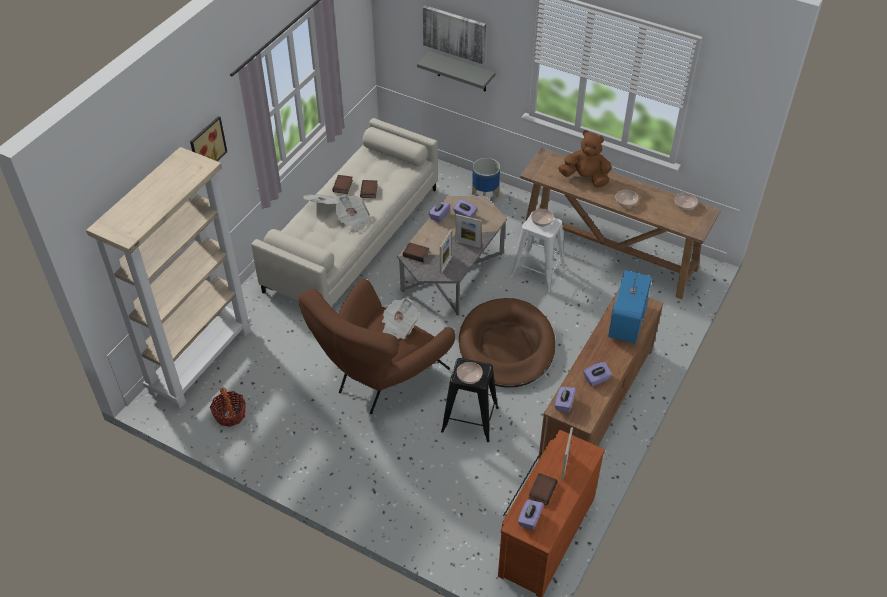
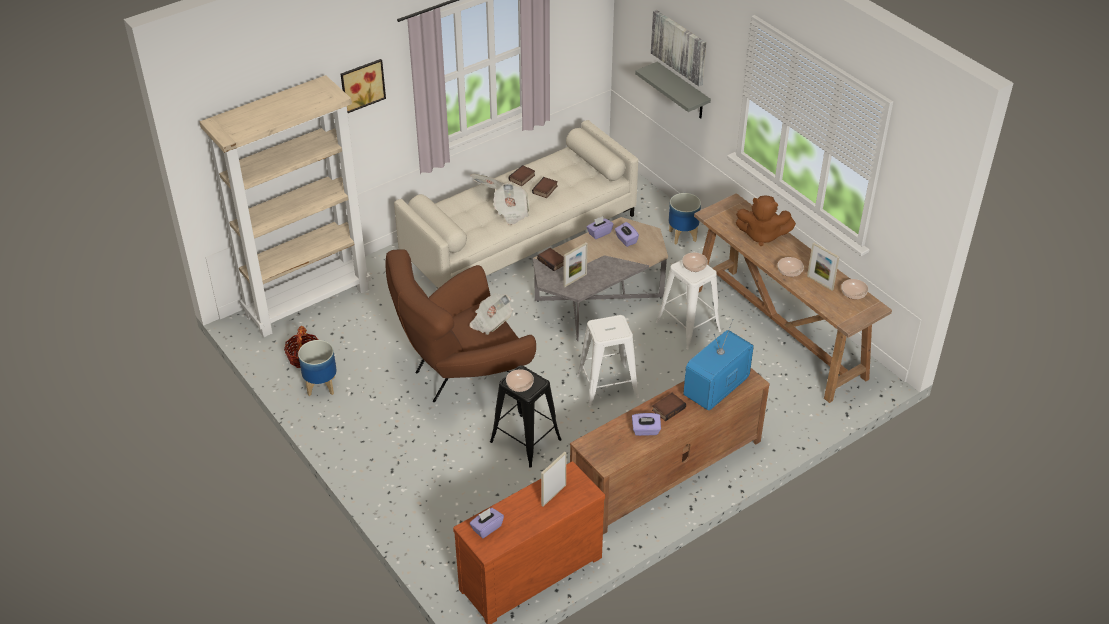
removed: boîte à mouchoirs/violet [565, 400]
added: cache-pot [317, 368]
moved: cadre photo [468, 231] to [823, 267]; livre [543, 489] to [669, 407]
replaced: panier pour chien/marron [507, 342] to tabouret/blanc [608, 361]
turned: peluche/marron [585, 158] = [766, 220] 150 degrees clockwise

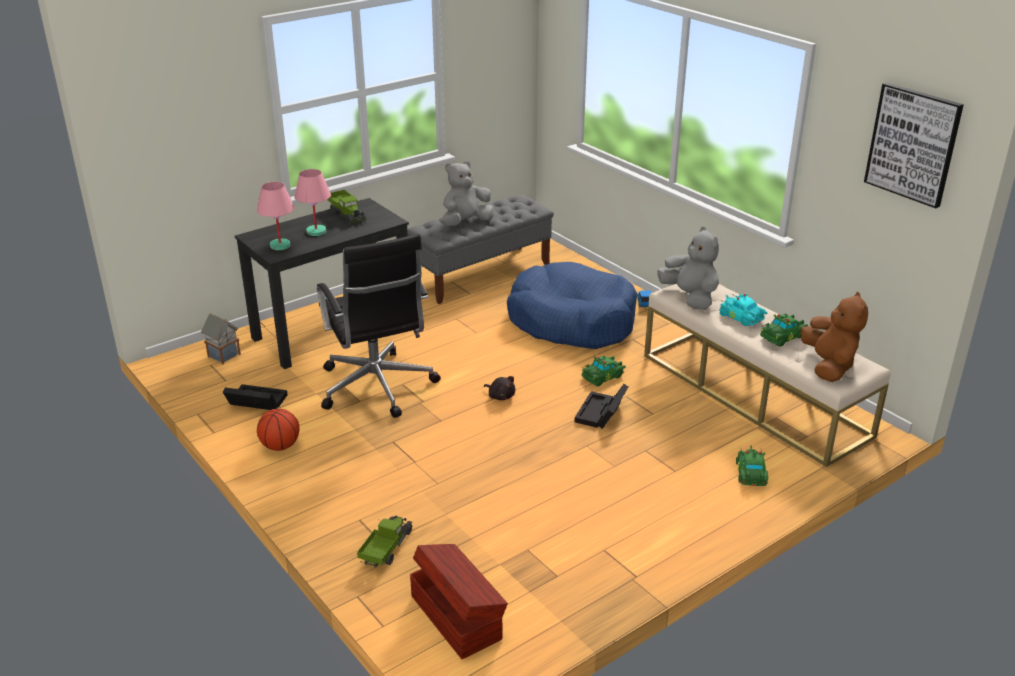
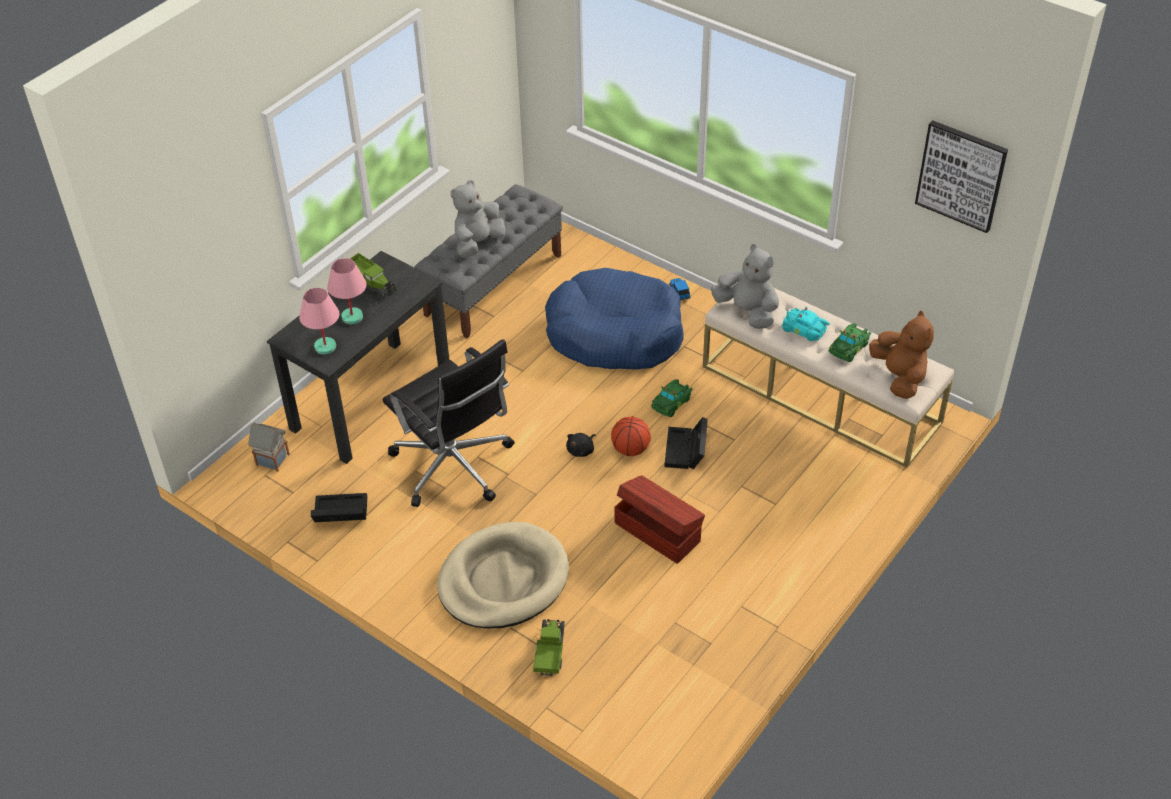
removed: petite voiture/vert [752, 465]
added: panier pour chien/beige [503, 575]
moved: ballon de basket [278, 430] to [631, 436]; boîte de rangement/marron [459, 601] to [659, 519]
turned: peluche/noir [499, 388] = [581, 445] 105 degrees clockwise

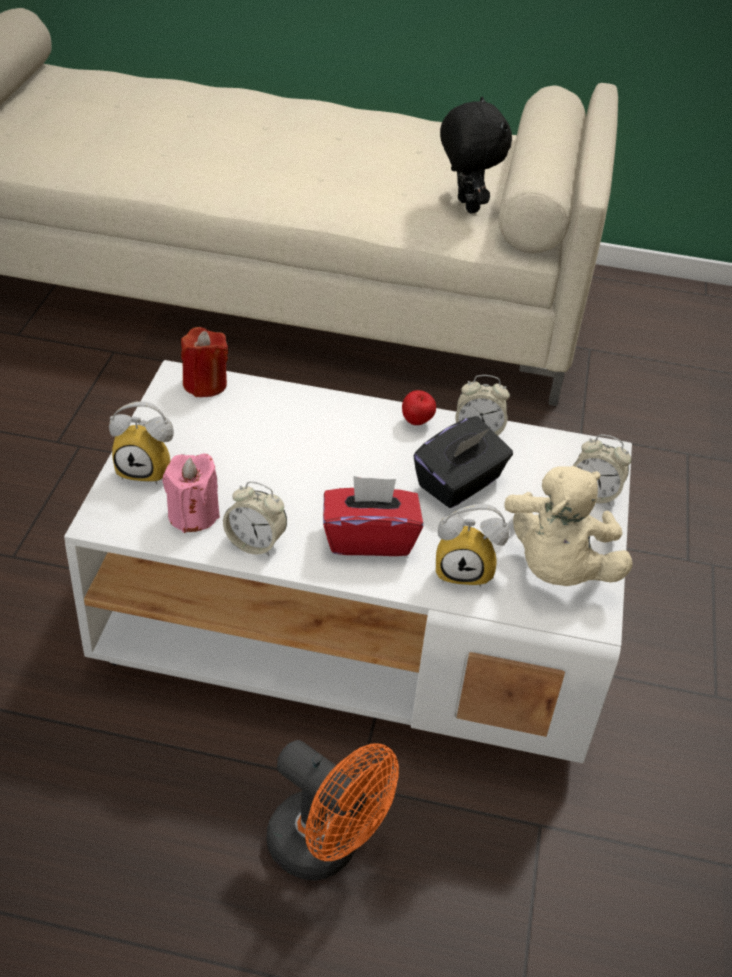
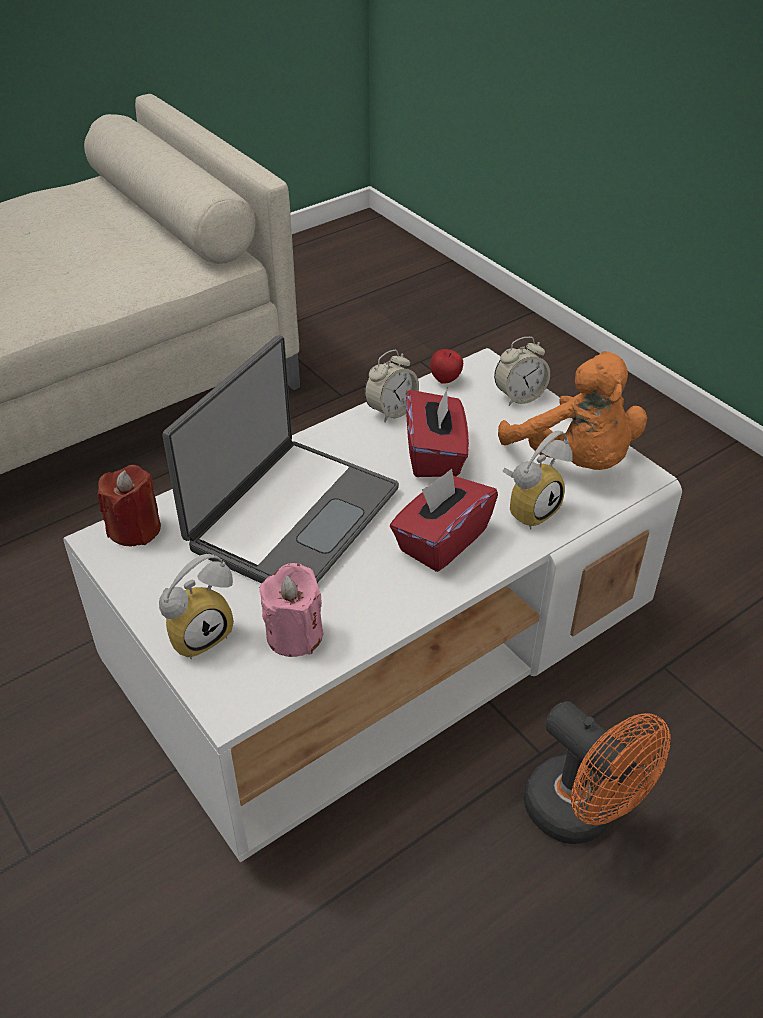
removed: réveil [255, 518]; peluche/noir [476, 155]
added: ordinateur portable [280, 459]
moved: pomme [419, 407] to [446, 366]
recoloured: boîte à mouchoirs/noir [463, 462] to boîte à mouchoirs/rouge [437, 432]; peluche/beige [568, 526] to peluche/orange [572, 410]
turned: ventilateur/orange [333, 810] = [596, 772] 60 degrees clockwise

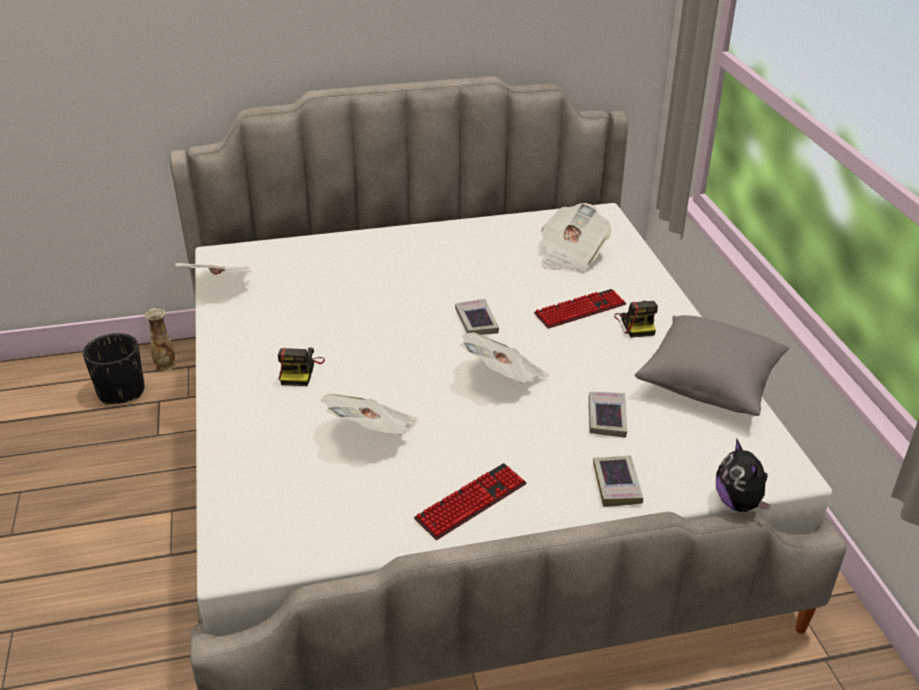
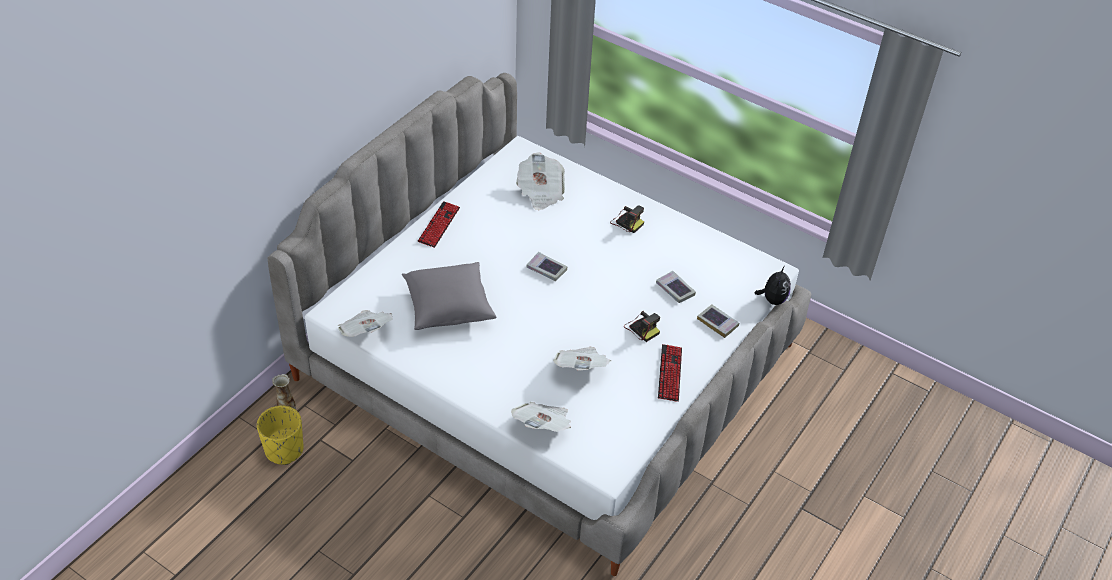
moved: appareil photo [301, 366] to [642, 326]; journal [504, 358] to [541, 417]; clavier [580, 309] to [439, 224]; coussin/gris [712, 365] to [449, 296]
recoloured: cache-pot/noir [114, 369] to cache-pot/jaune [280, 435]
turned: peluche [743, 475] = [773, 286] 105 degrees counterclockwise

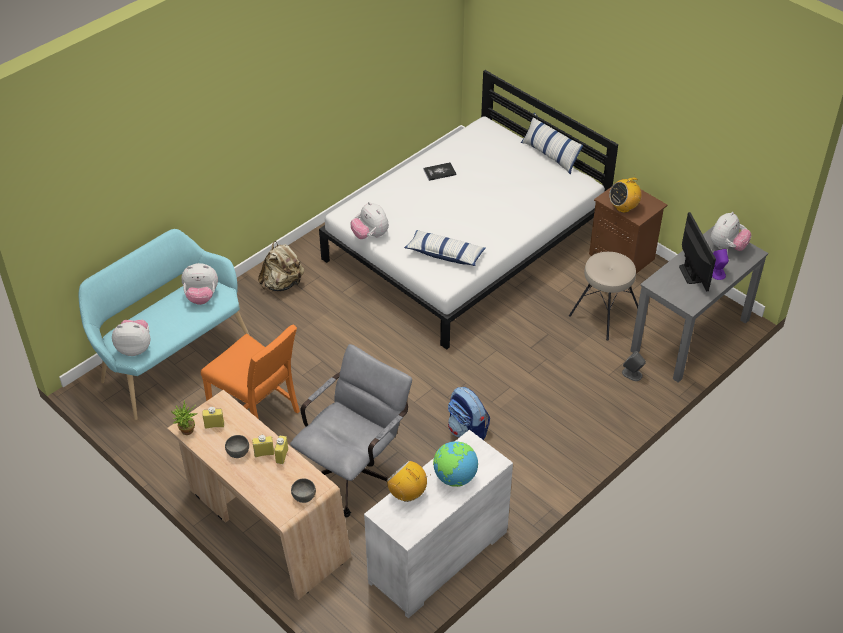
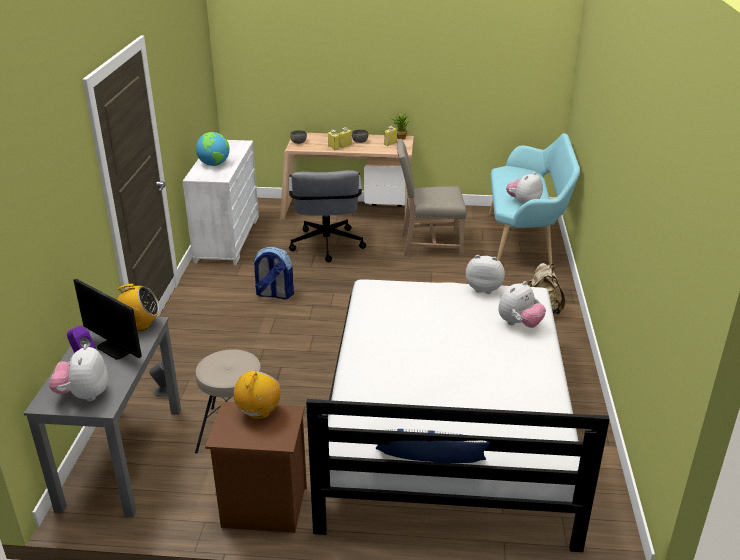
removed: coussin [445, 248]; livre [439, 171]
moved: peluche [131, 338] to [522, 304]; radio [409, 481] to [138, 307]
recoloured: chaise/orange [250, 371] to chaise/beige [432, 198]

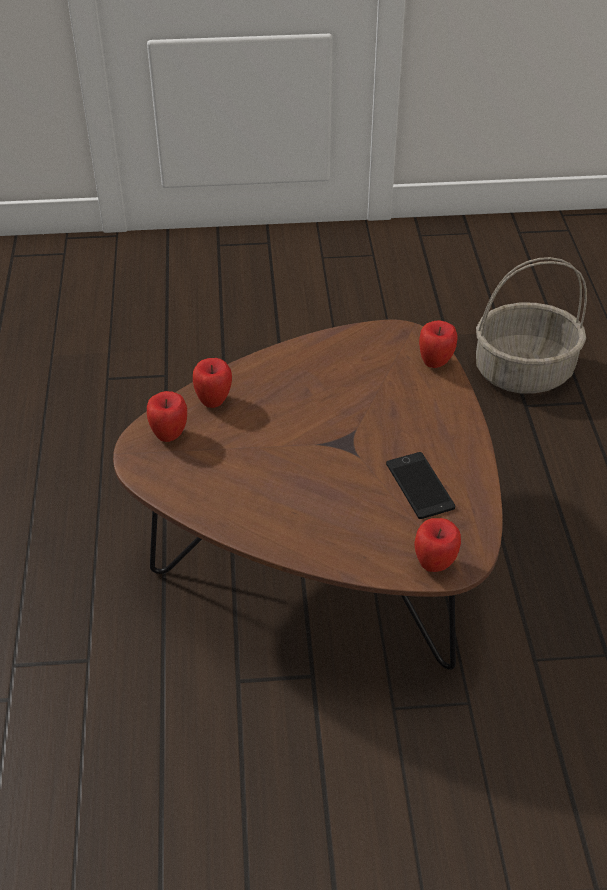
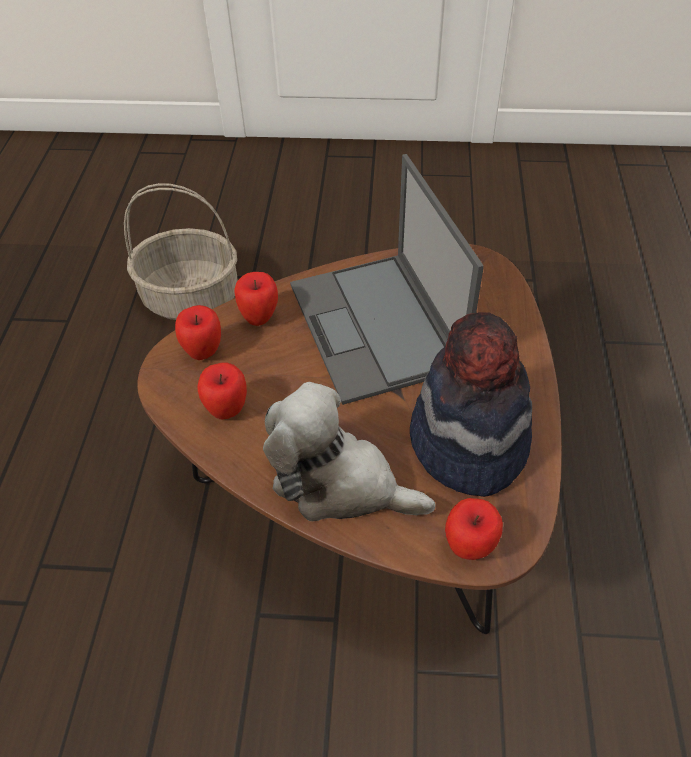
added: peluche [349, 451]; ordinateur portable [387, 279]
moved: pomme [438, 344] to [222, 391]; panier [531, 325] to [181, 251]
replaced: téléphone [420, 485] to chapeau [471, 404]

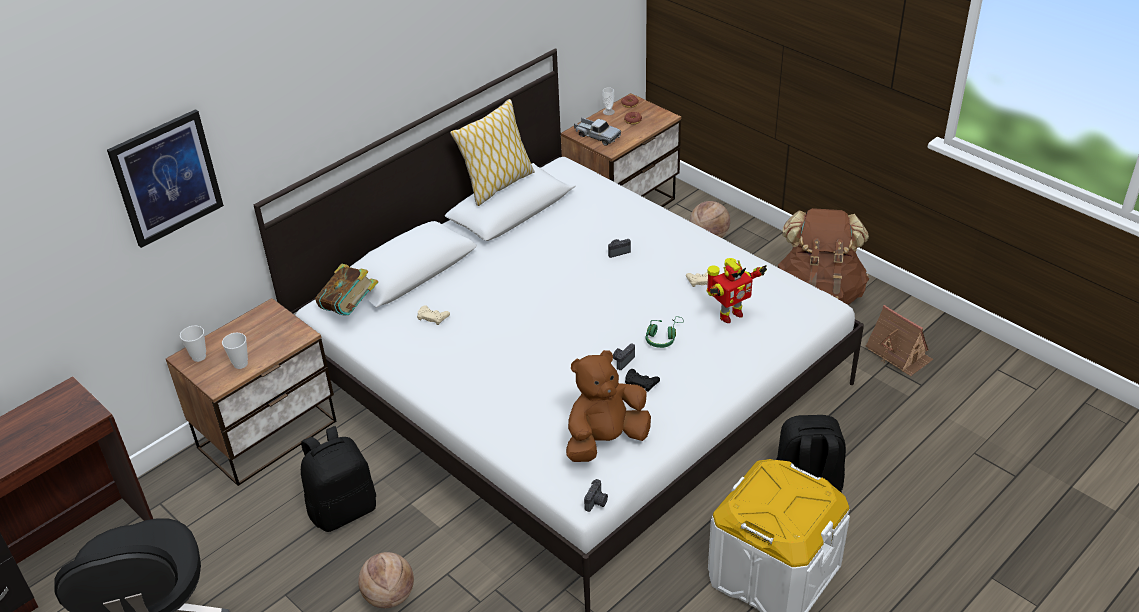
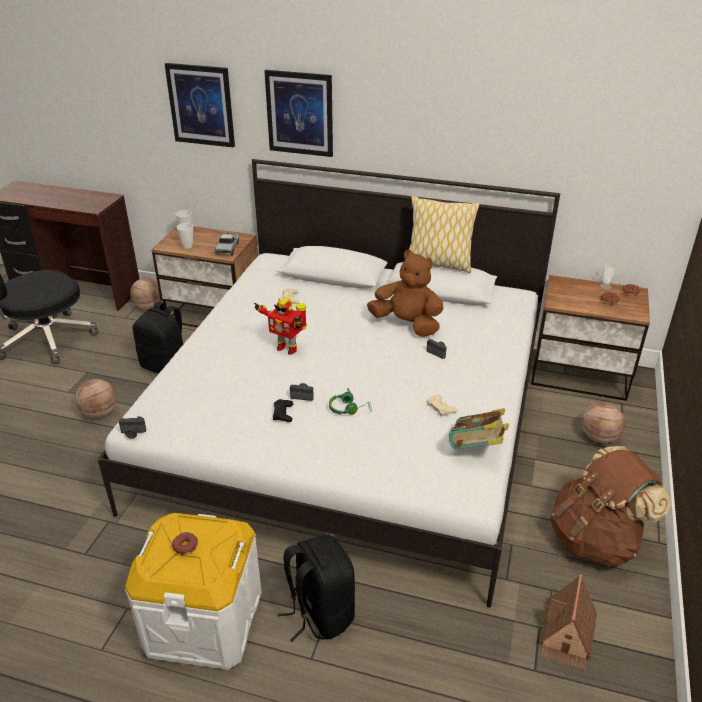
added: ballon de basket [146, 294]; beignet [185, 544]; tableau [299, 113]
moved: livre [347, 290] to [479, 428]; peluche/marron [608, 406] to [405, 293]; camion jouet [597, 131] to [227, 243]; robot jouet [737, 290] to [280, 326]

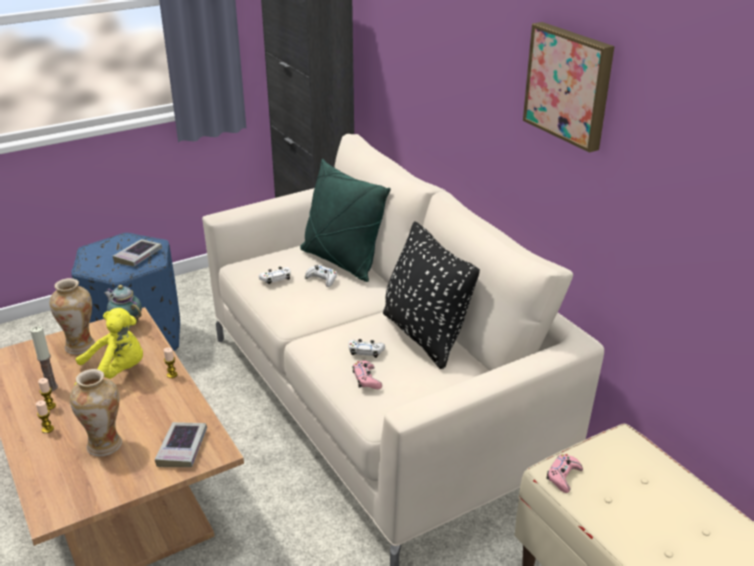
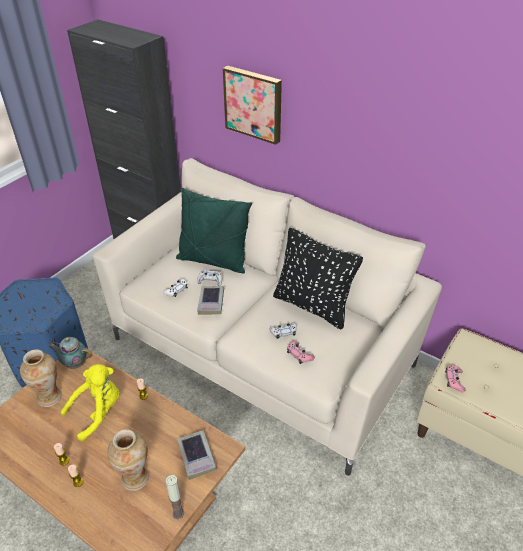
moved: bougie [44, 358] to [175, 497]; livre [137, 253] to [210, 300]; tableau [568, 87] to [252, 105]

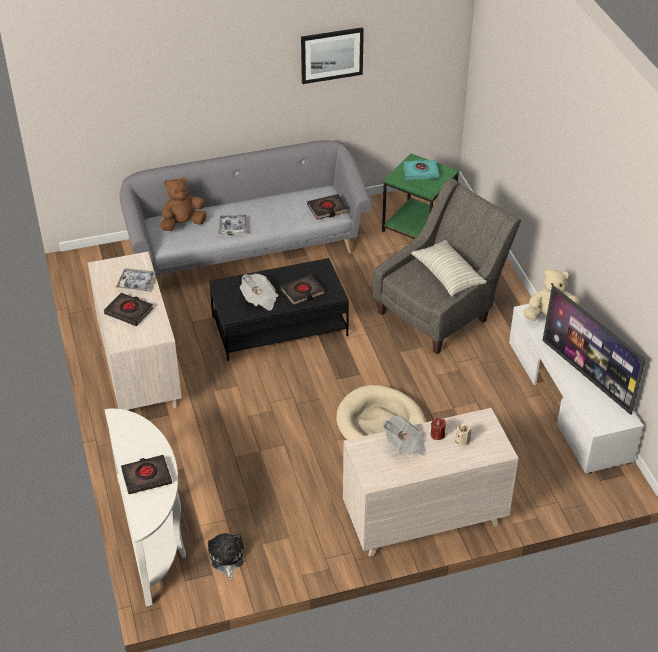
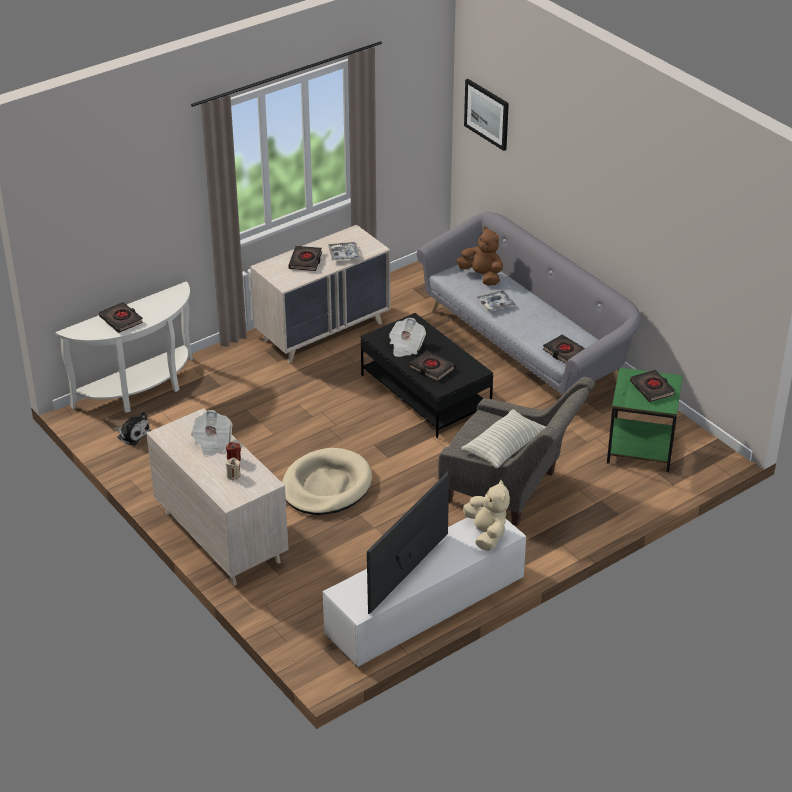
moved: tableau [332, 55] to [486, 115]
recoloured: livre/turquoise [421, 169] to livre/noir [652, 386]
turned: peluche [226, 556] = [132, 429] 60 degrees clockwise

